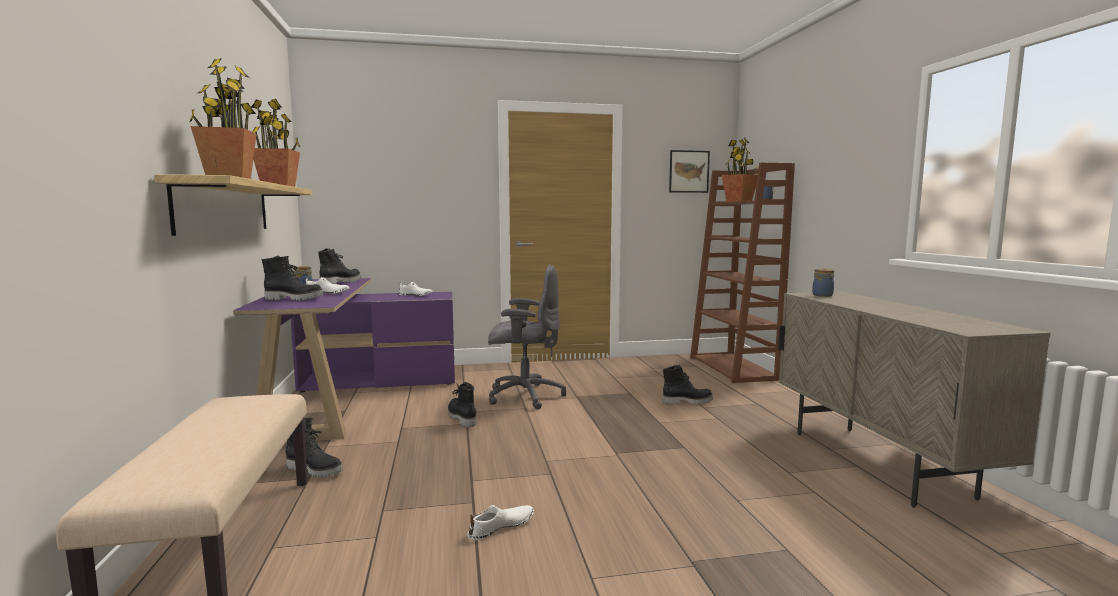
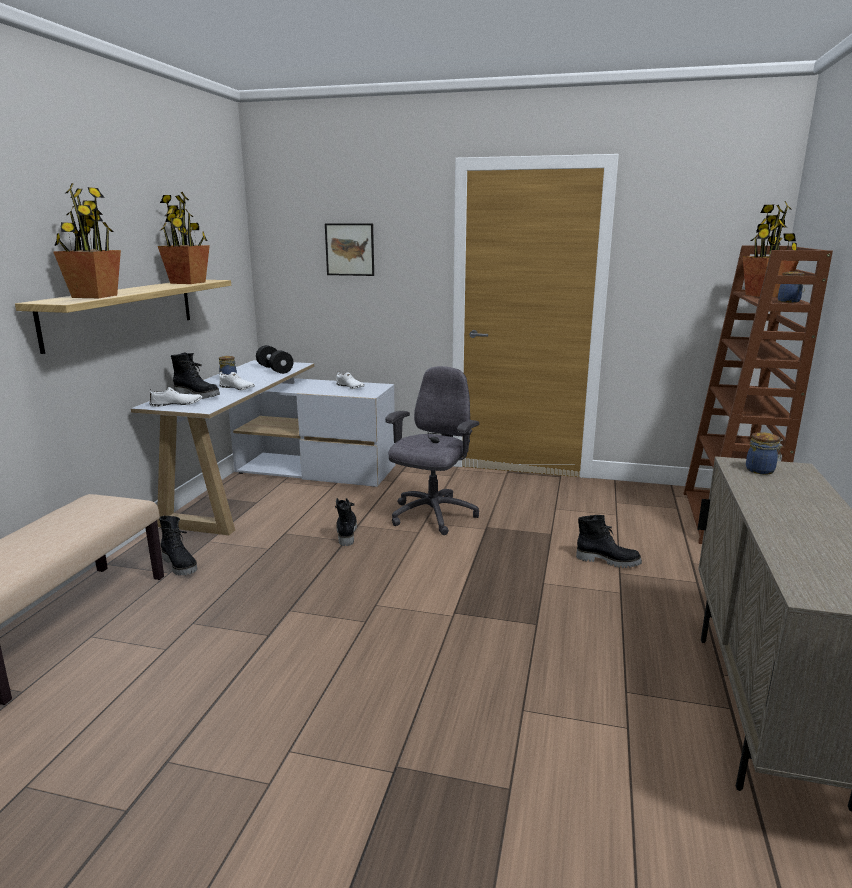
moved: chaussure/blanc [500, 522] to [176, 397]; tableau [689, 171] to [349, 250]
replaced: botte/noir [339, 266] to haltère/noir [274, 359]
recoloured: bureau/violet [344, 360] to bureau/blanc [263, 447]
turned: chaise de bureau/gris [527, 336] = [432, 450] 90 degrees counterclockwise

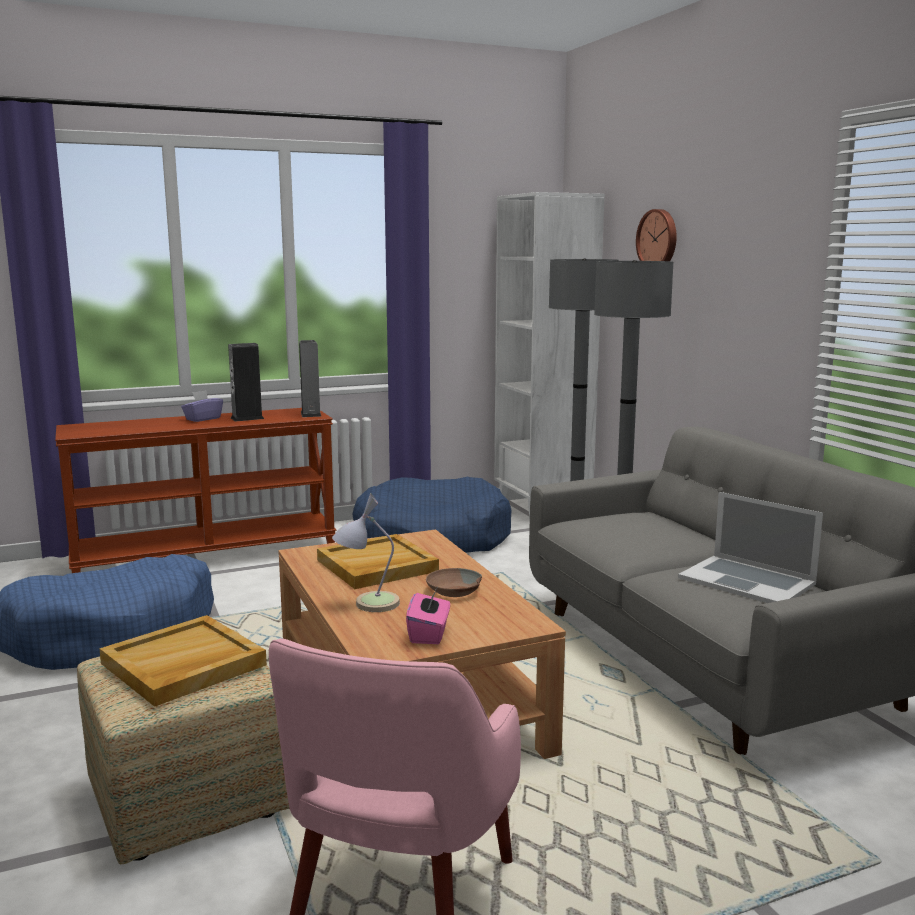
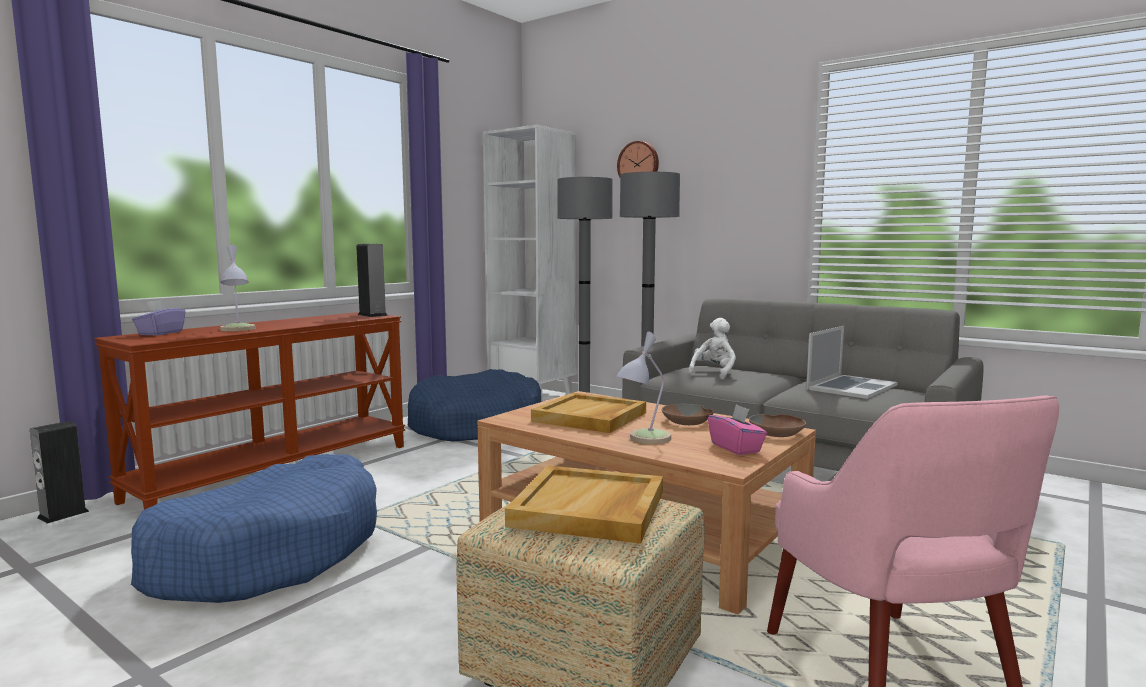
added: lampe de table [238, 288]; peluche/blanc [712, 349]; bol/marron [777, 425]
moved: boîte à mouchoirs/violet [202, 406] to [159, 317]; enceinte [246, 382] to [59, 472]
turned: ordinateur portable [750, 547] = [852, 362] 60 degrees counterclockwise

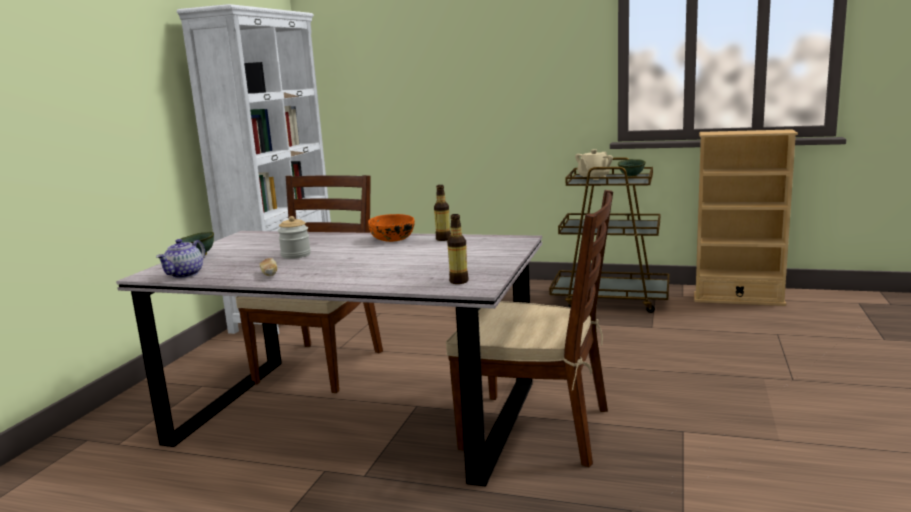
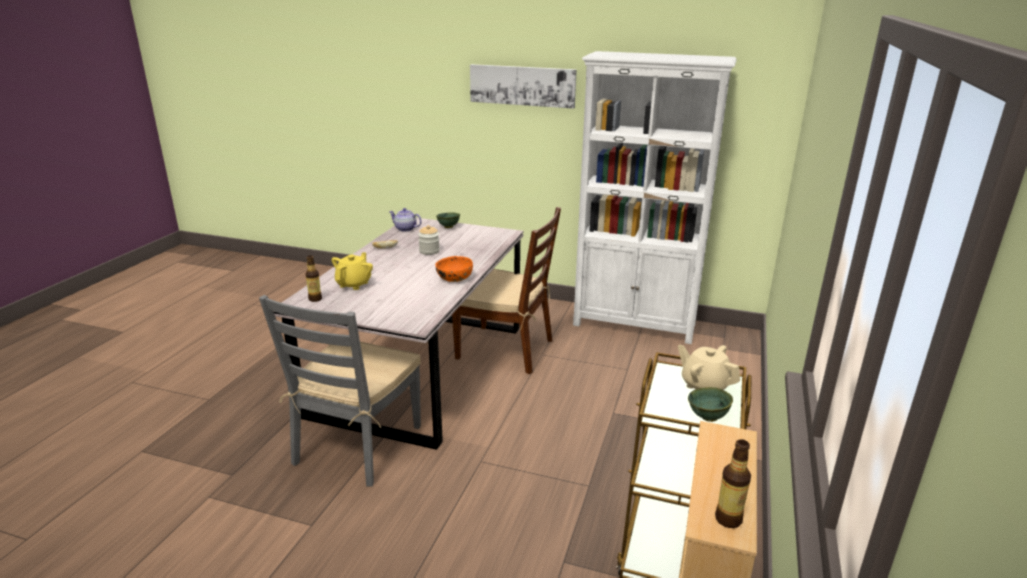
added: théière/jaune [352, 271]; tableau [523, 86]
moved: bouteille [442, 213] to [733, 483]
recoloured: chaise/marron [529, 328] to chaise/gris [340, 390]

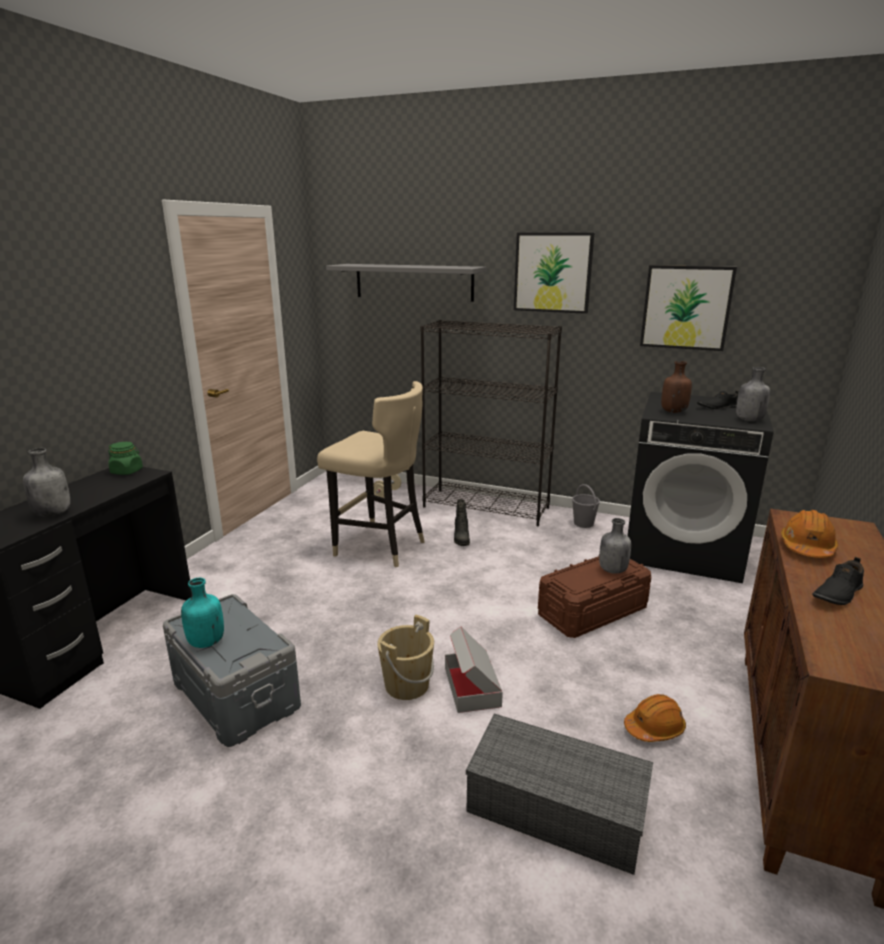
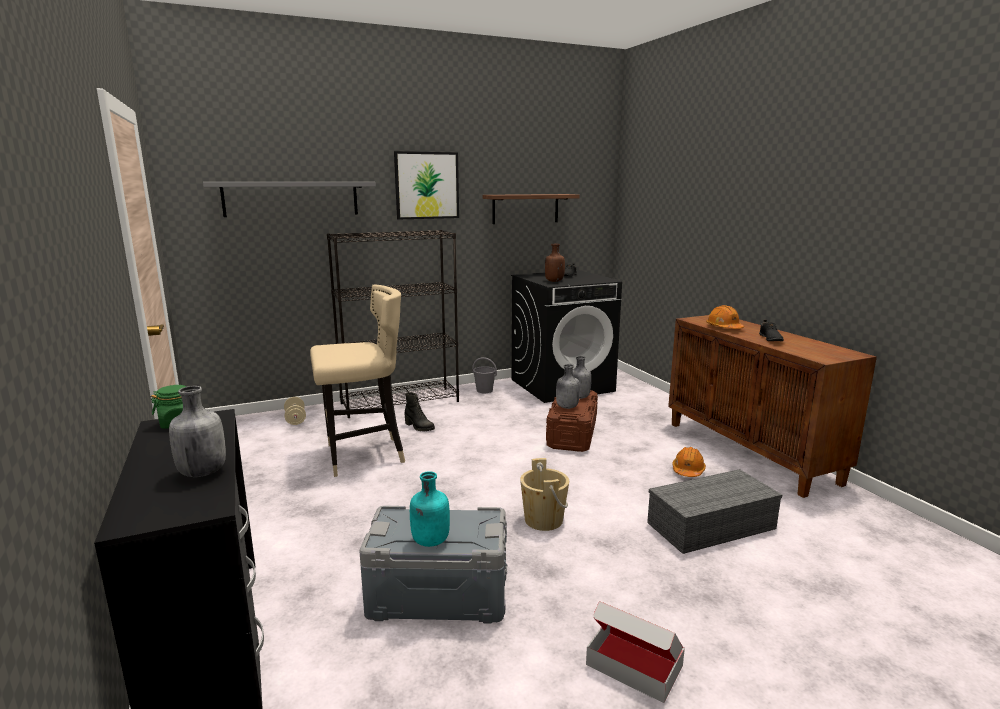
moved: carton [474, 670] to [635, 652]; bouteille/gris [753, 394] to [568, 386]
replaced: tableau [688, 308] to étagère [531, 209]

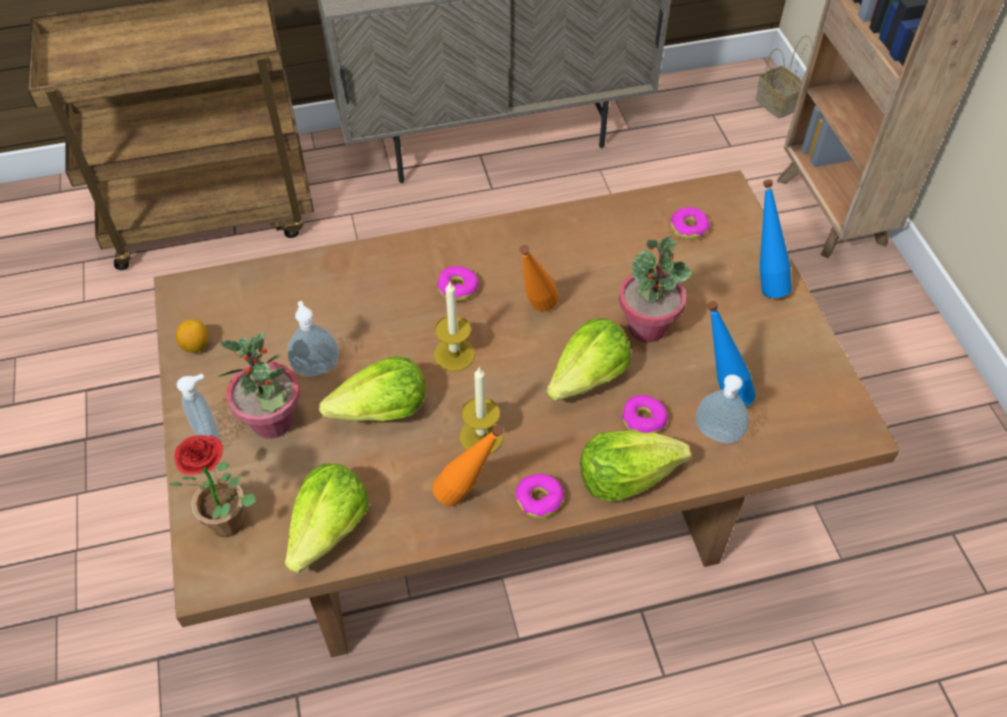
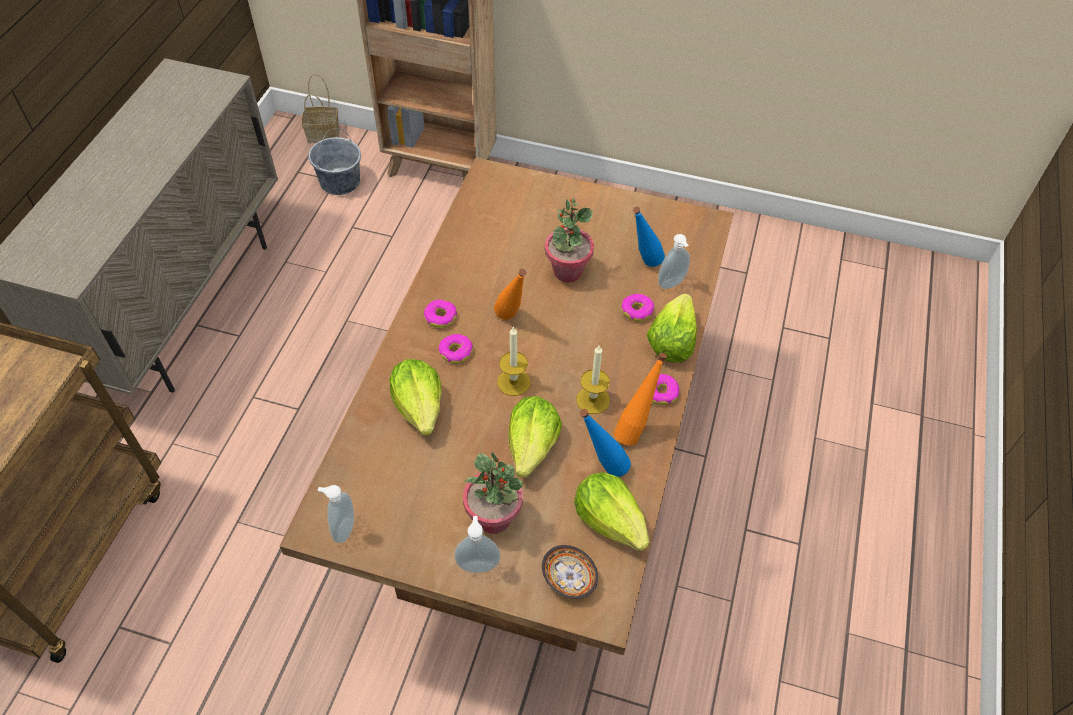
removed: citron [192, 336]
added: seau/gris [334, 161]
moved: distributeur de savon [313, 339] to [336, 514]; laitue [588, 359] to [415, 397]; beignet [689, 223] to [440, 313]; bouteille/bleu [776, 239] to [605, 443]
replaced: plante en pot [212, 486] to bol [570, 572]

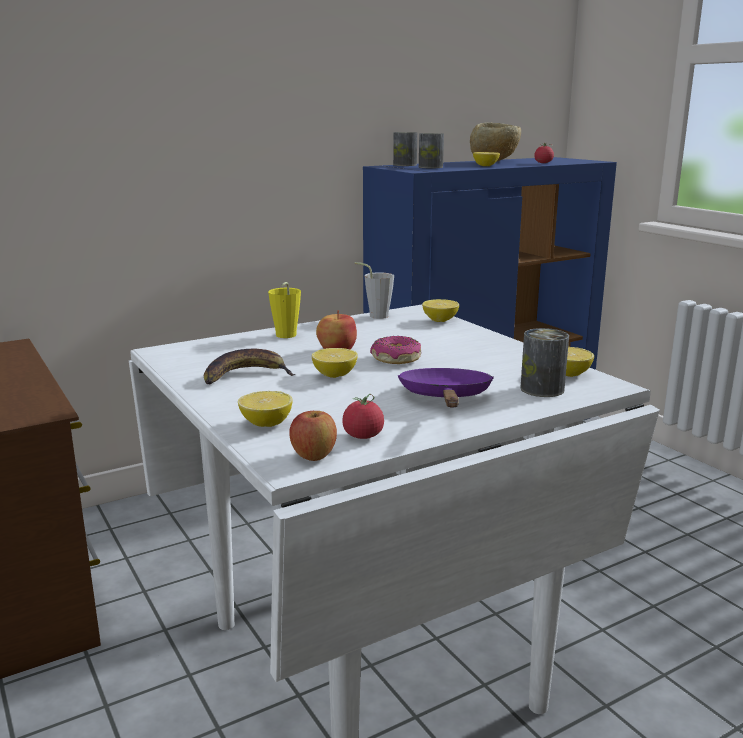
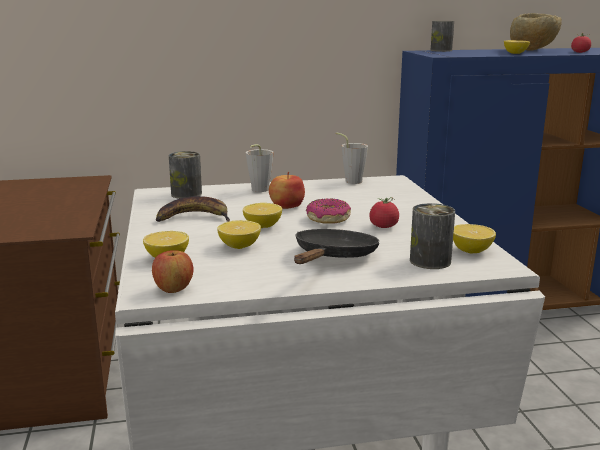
moved: tomate [363, 416] to [384, 212]; boîte métallique [431, 150] to [185, 175]; citron [440, 310] to [239, 234]
recoloured: tasse/jaune [284, 310] to tasse/gris [260, 168]; poêle/violet [446, 388] to poêle/noir [337, 246]

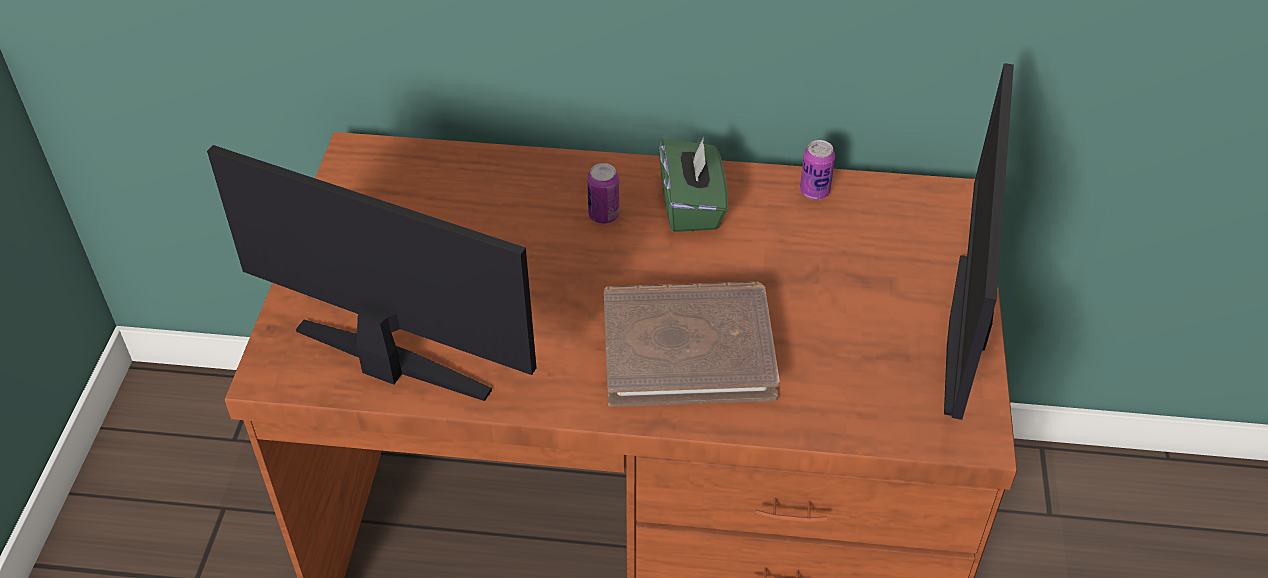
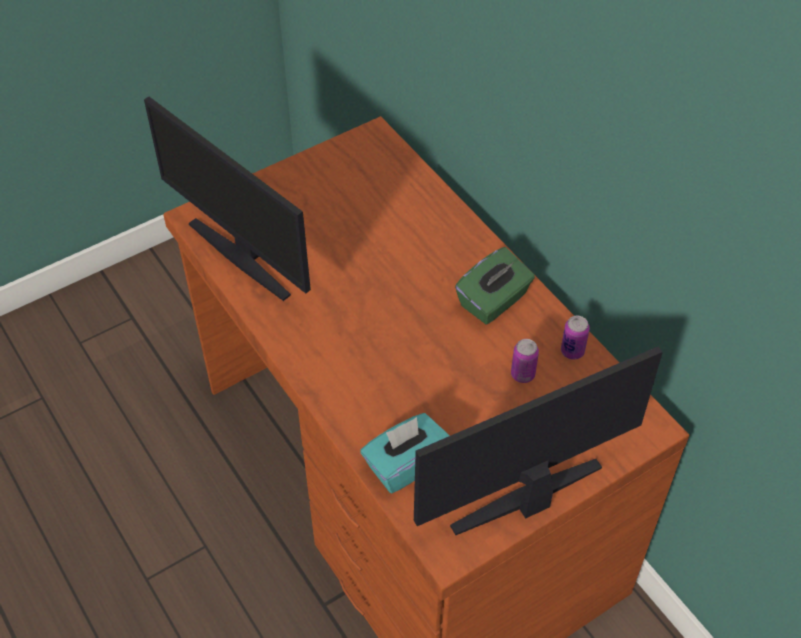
removed: livre/marron [692, 344]
added: boîte à mouchoirs/turquoise [405, 453]
moved: boîte métallique [603, 193] to [525, 361]
turned: écran d'ordinateur [372, 273] = [227, 199] 150 degrees clockwise

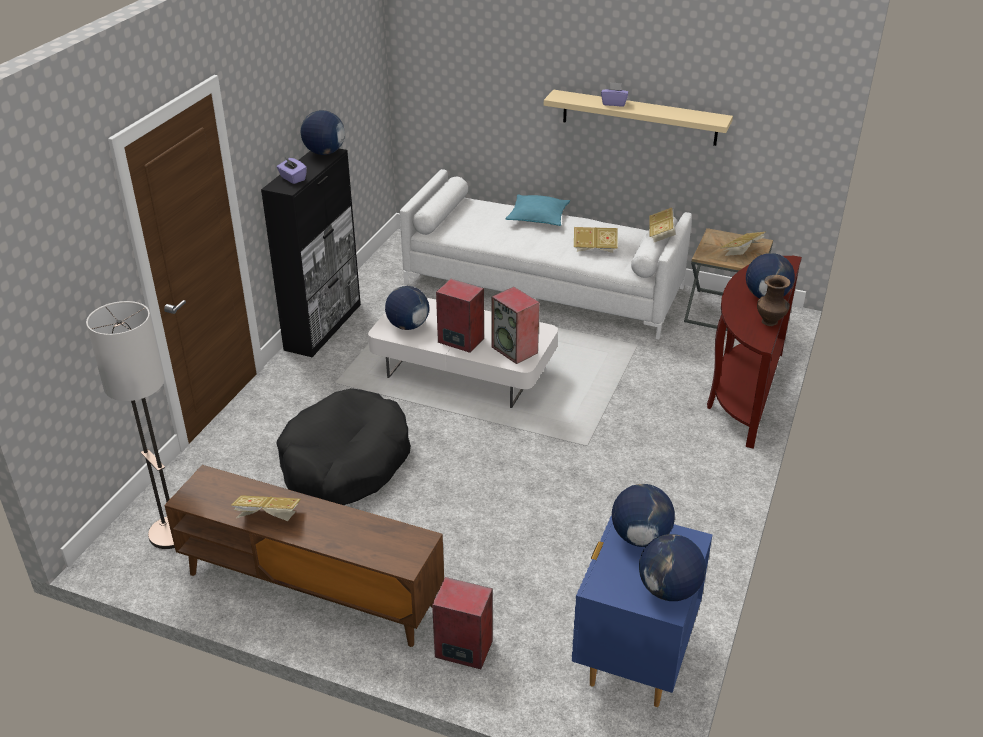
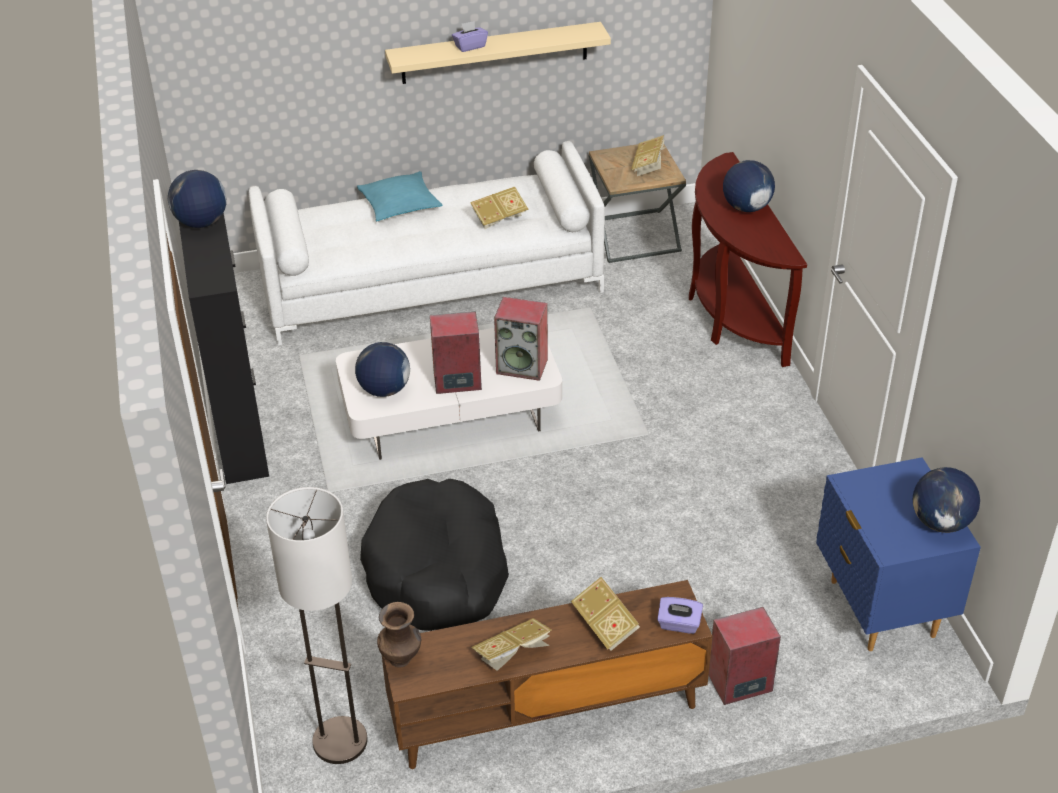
removed: globe [643, 515]
moved: boîte à mouchoirs/violet [292, 170] to [680, 615]; livre [662, 225] to [605, 614]; vase/marron [773, 300] to [399, 635]

